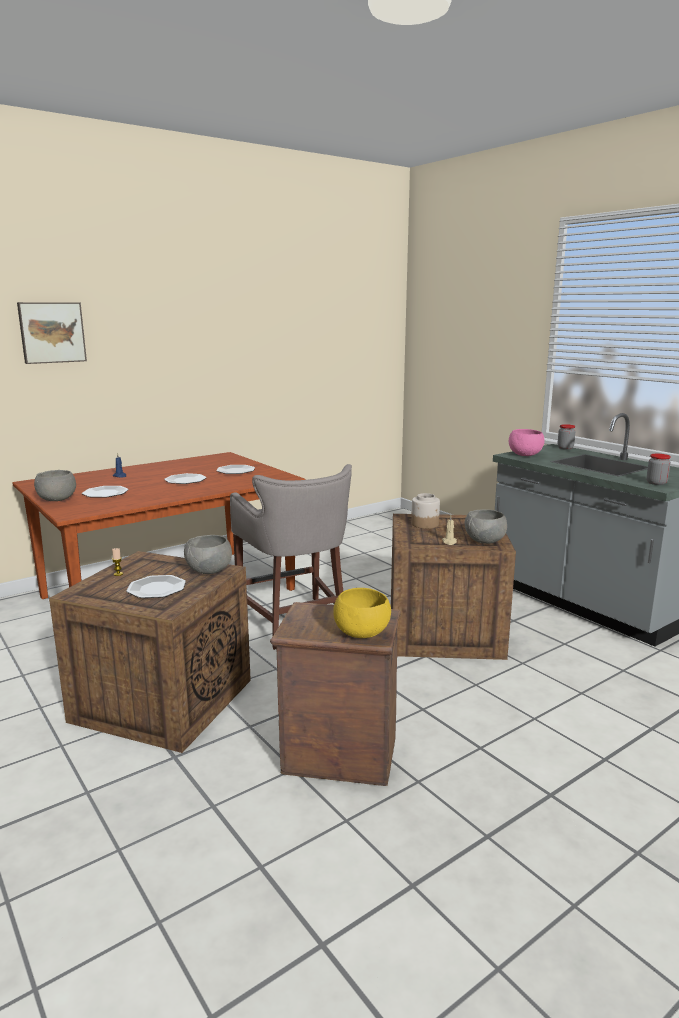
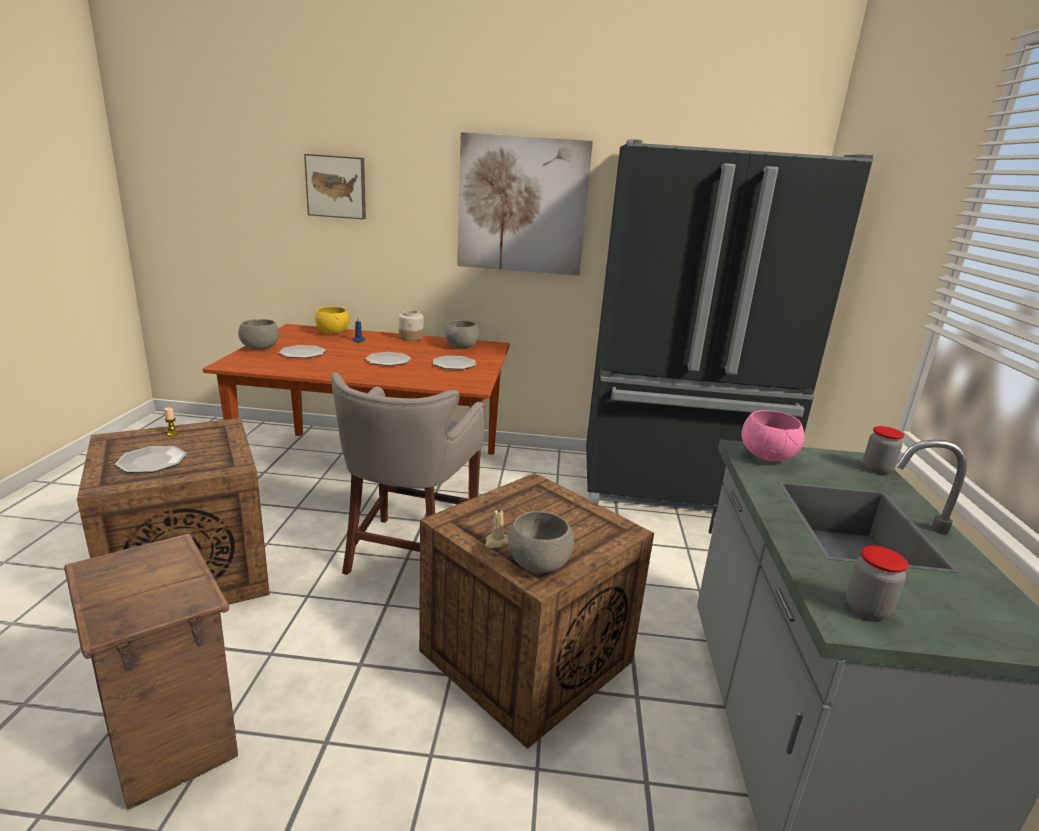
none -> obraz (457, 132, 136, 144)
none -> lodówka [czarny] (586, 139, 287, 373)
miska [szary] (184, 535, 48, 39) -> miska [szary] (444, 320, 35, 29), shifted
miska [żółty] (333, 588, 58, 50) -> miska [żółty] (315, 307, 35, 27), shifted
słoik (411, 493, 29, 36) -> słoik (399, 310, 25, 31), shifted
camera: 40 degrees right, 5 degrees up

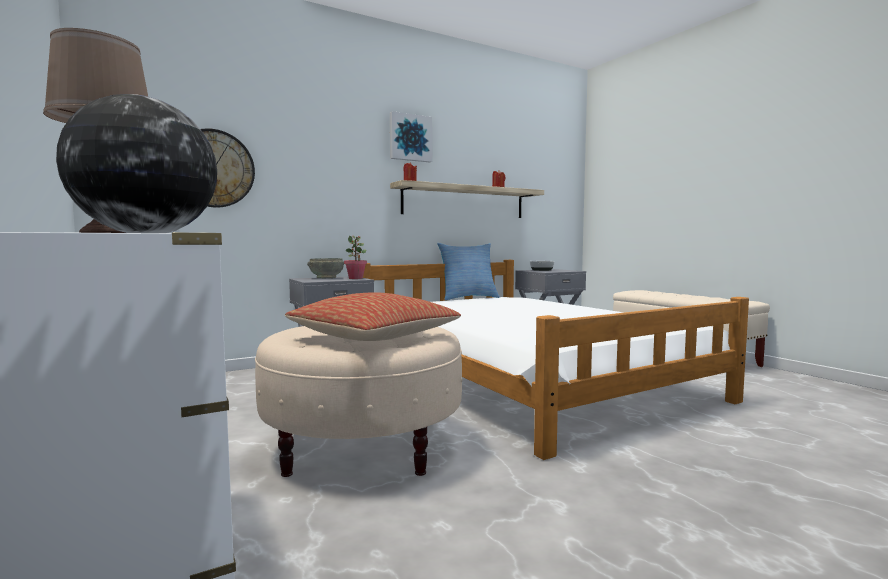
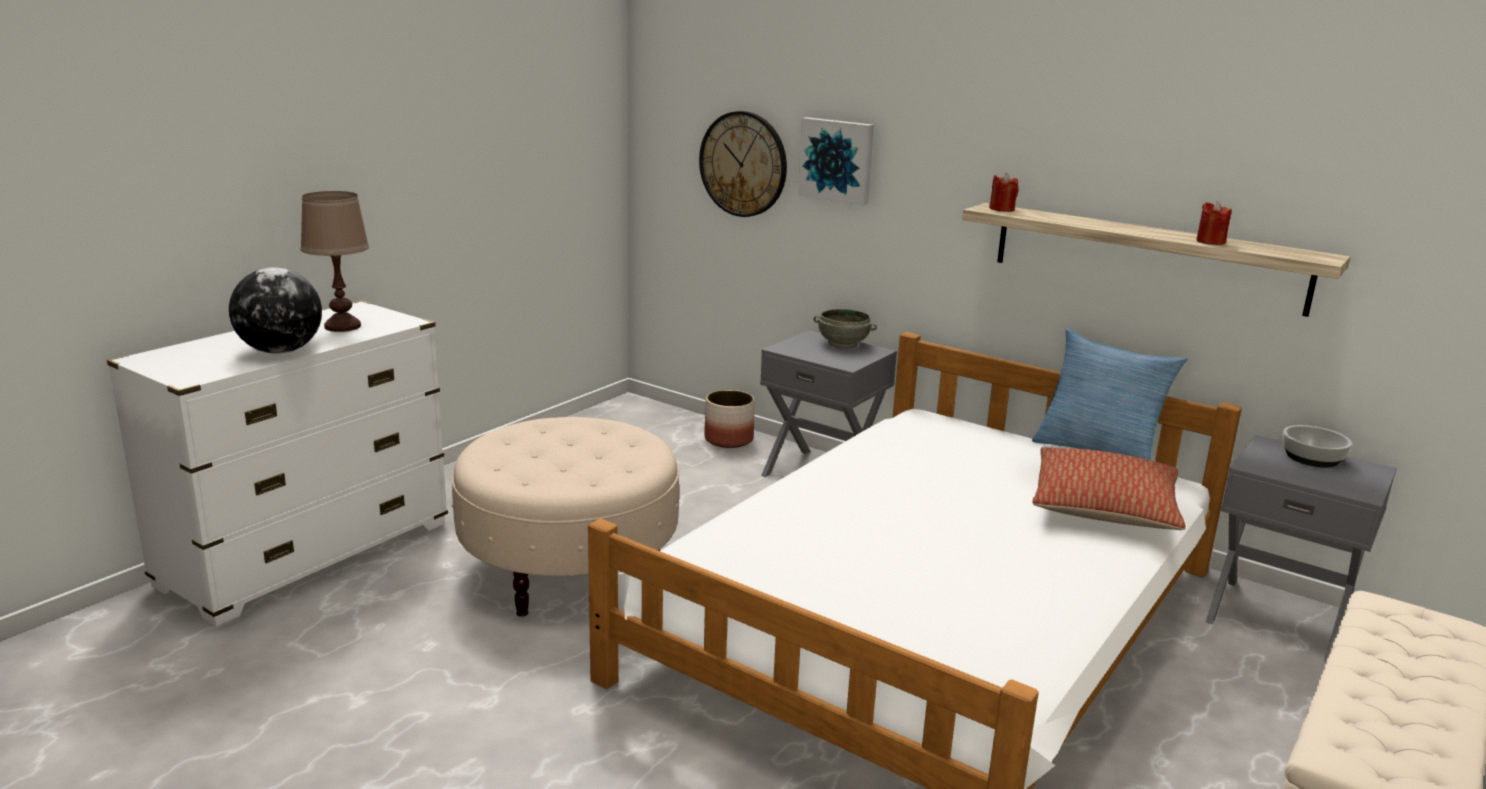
roślina doniczkowa (344, 235, 23, 44) -> none
none -> donica (704, 390, 51, 58)
poduszka (285, 292, 176, 49) -> poduszka (1032, 447, 154, 83), shifted
obraz (390, 111, 42, 51) -> obraz (798, 117, 76, 88), shifted
camera: 65 degrees right, 15 degrees up

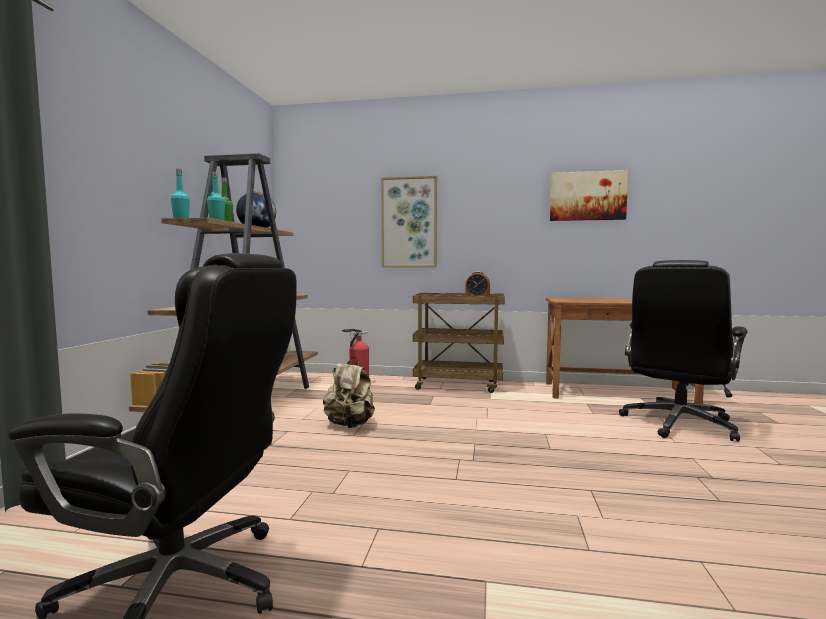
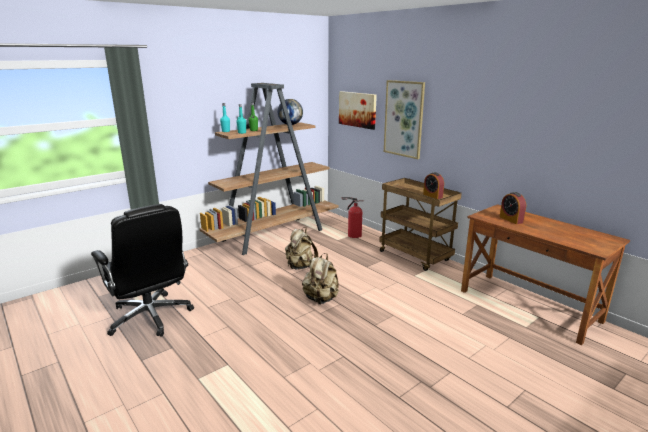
krzesło biurowe [czarny] (619, 260, 129, 182) -> none
none -> plecak [beżowy] (302, 253, 37, 51)
none -> budzik (500, 192, 26, 32)
obraz (550, 170, 78, 51) -> obraz (339, 91, 38, 39), shifted
camera: 40 degrees right, 15 degrees up

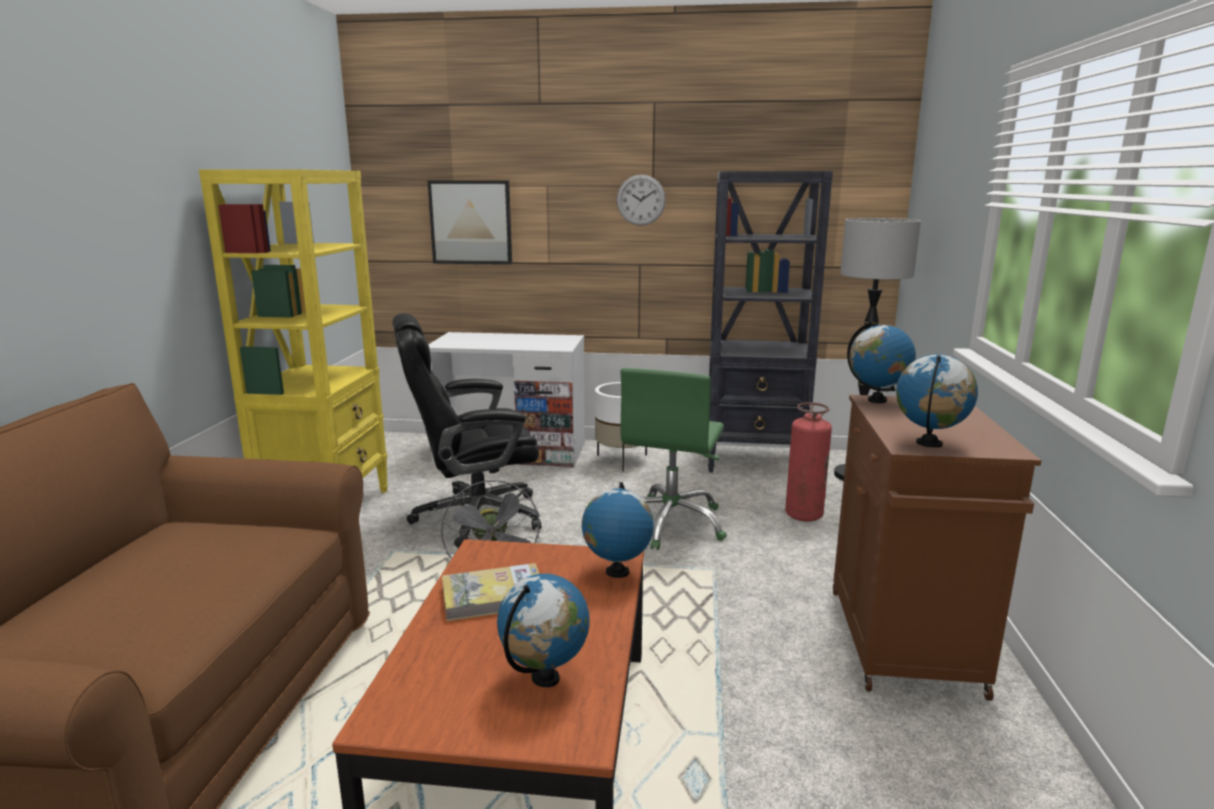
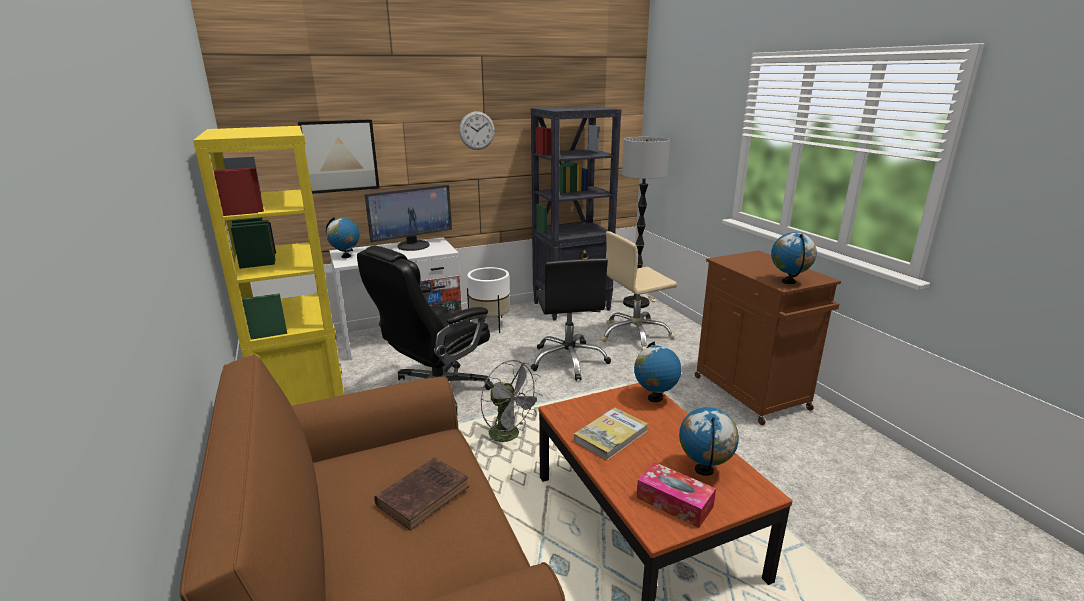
none -> monitor (365, 184, 87, 67)
none -> książka [brązowy] (374, 457, 95, 74)
none -> pudełko chusteczek (636, 462, 80, 66)
globus (847, 321, 69, 82) -> globus (326, 217, 34, 41), shifted
gaśnica (785, 402, 47, 120) -> krzesło biurowe [beżowy] (601, 231, 76, 120)
krzesło biurowe [zielony] (621, 368, 106, 182) -> krzesło biurowe [czarny] (531, 258, 80, 123)
camera: 30 degrees left, 5 degrees up

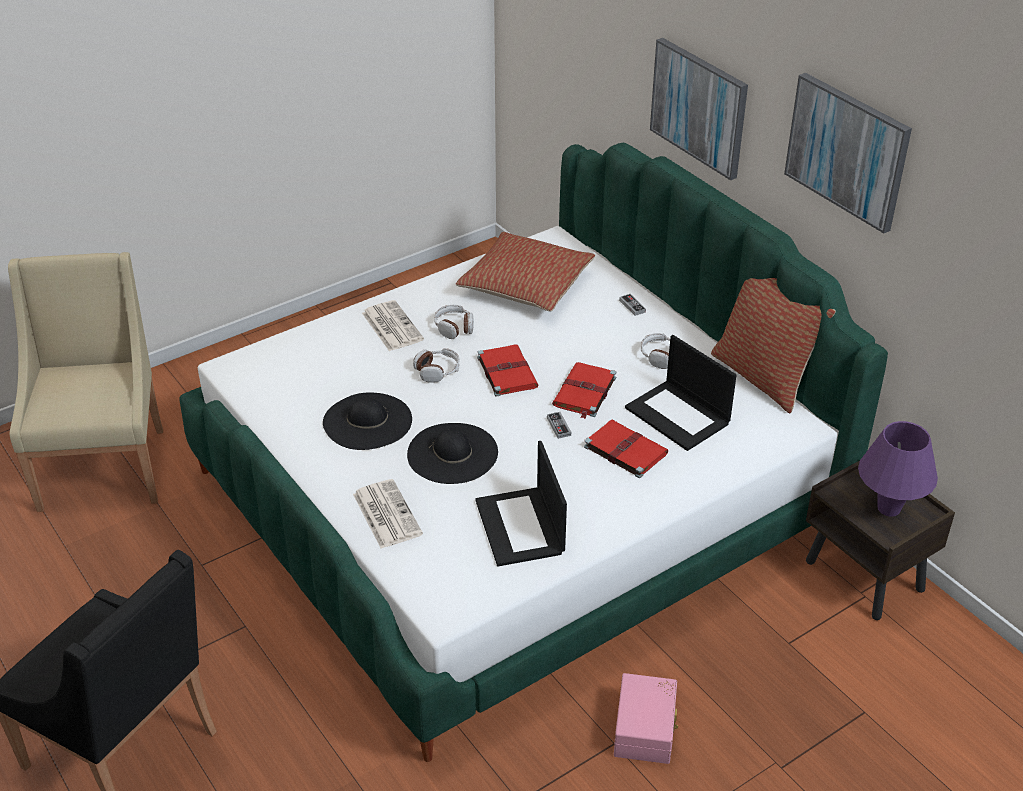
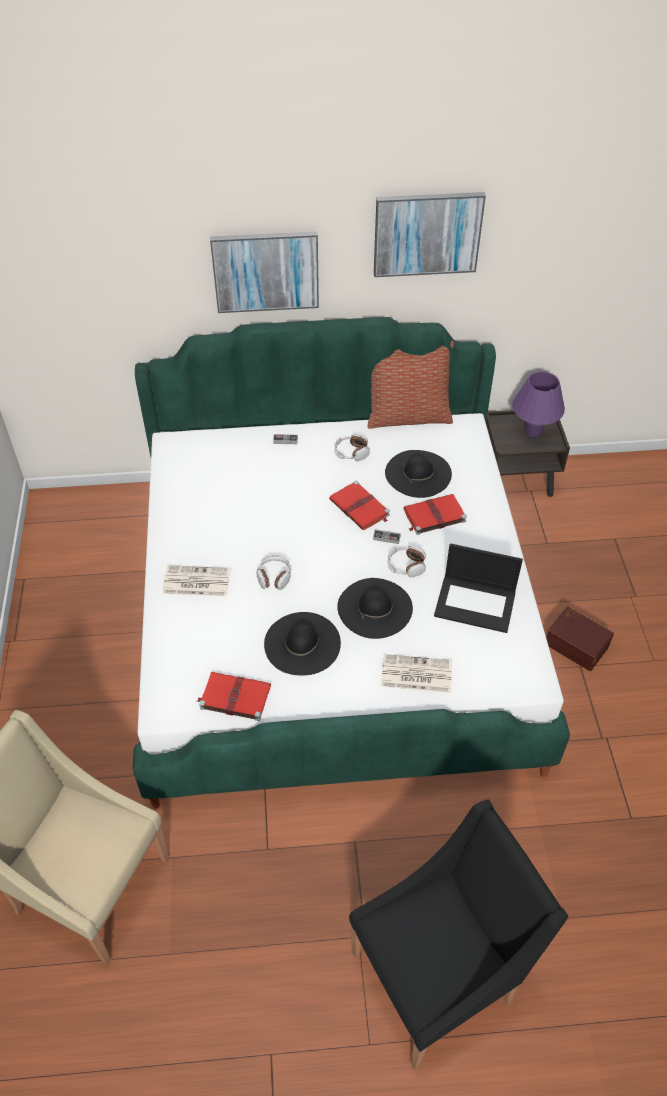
poduszka (456, 232, 139, 80) -> none
słuchawki (434, 305, 40, 34) -> słuchawki (387, 545, 39, 32), shifted
książka [czerwony] (477, 345, 61, 52) -> książka [czerwony] (197, 672, 74, 49), shifted
laptop (625, 335, 112, 116) -> kapelusz [czarny] (385, 450, 67, 48)
pojemnik do przechowywania [różowy] (614, 673, 64, 91) -> pojemnik do przechowywania [brązowy] (546, 606, 68, 65)
camera: 60 degrees left, 10 degrees up

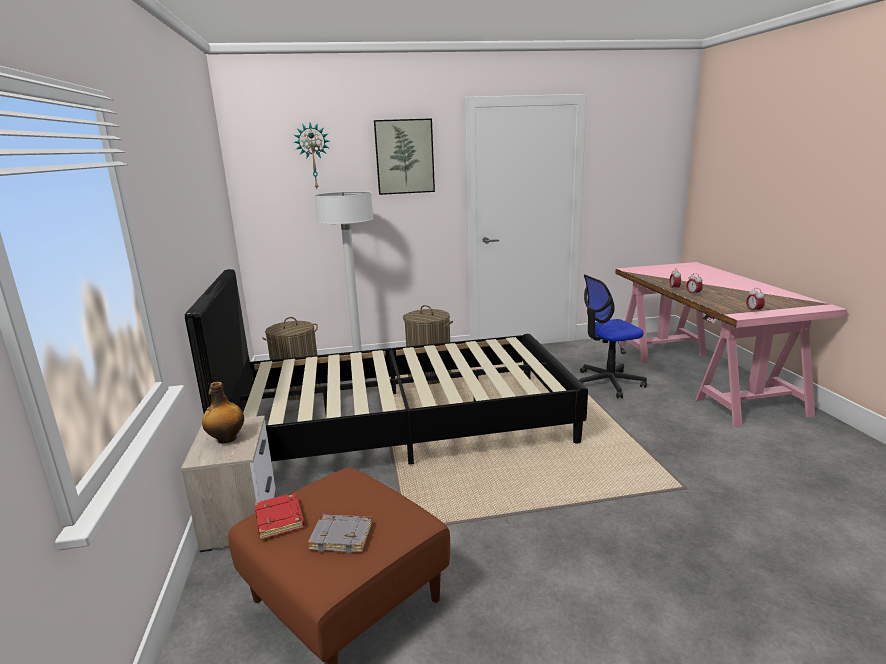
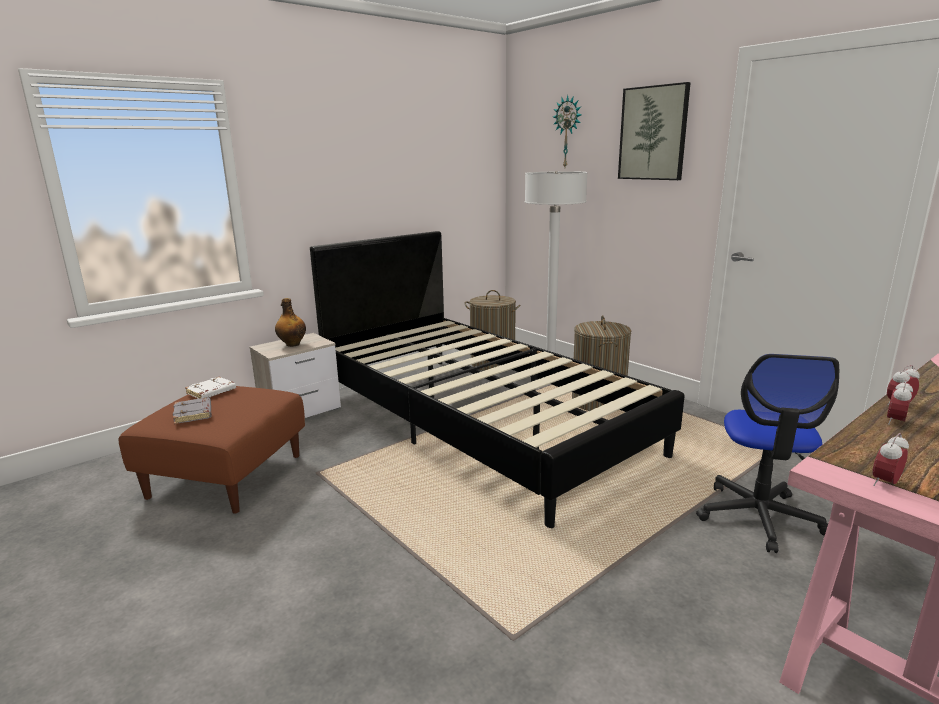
książka [czerwony] (255, 493, 50, 47) -> książka [biały] (185, 377, 51, 22)
krzesło biurowe (579, 275, 68, 123) -> krzesło biurowe (696, 354, 143, 199), 120 degrees counterclockwise
camera: 60 degrees right, 0 degrees up

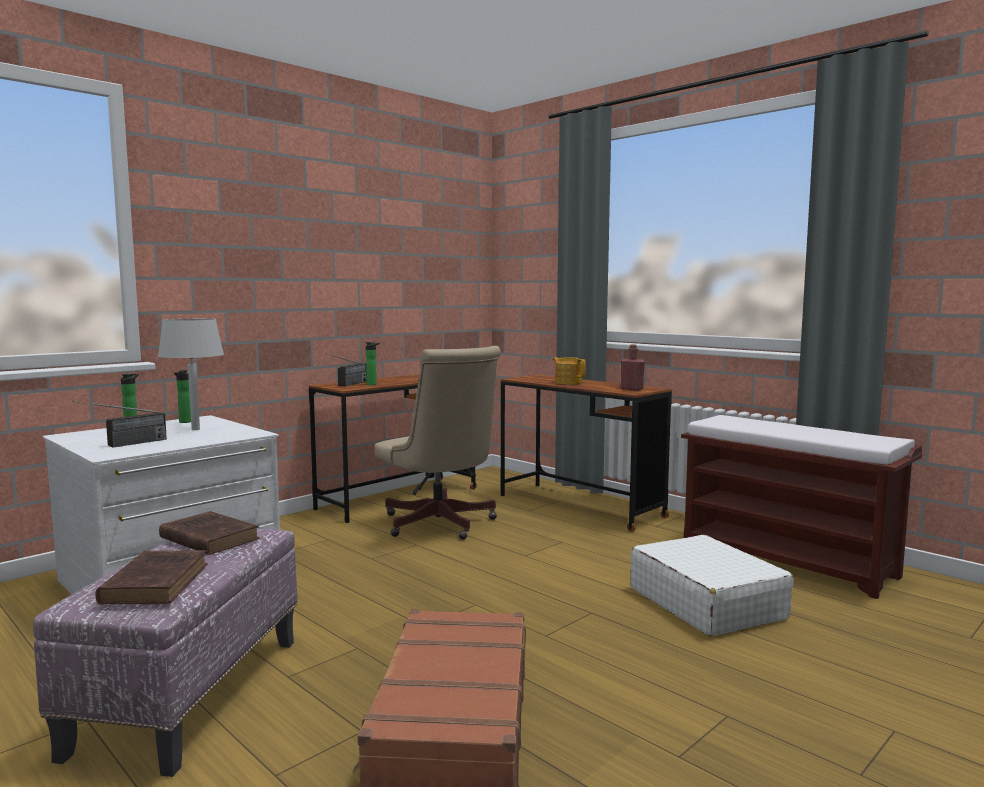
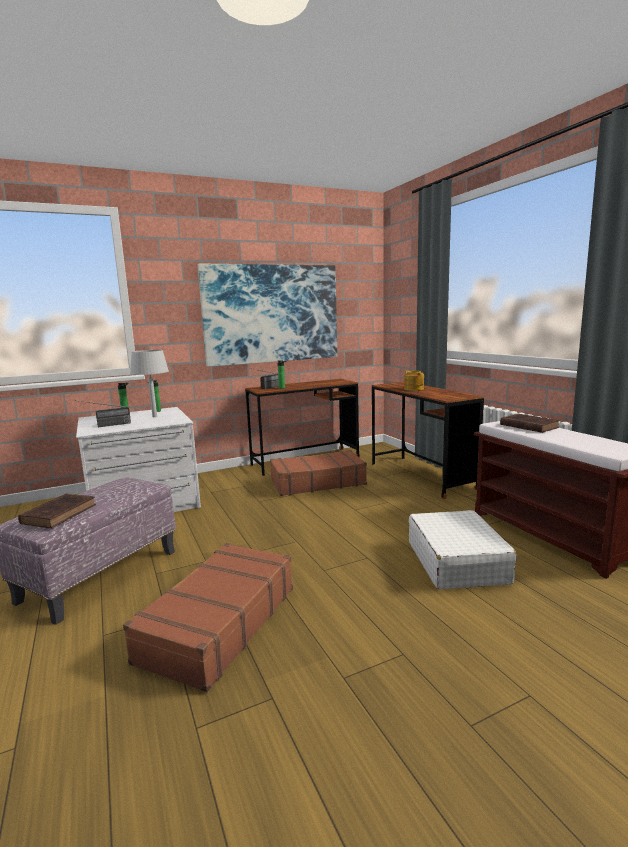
butelka [czerwony] (621, 344, 24, 47) -> none
none -> obraz (197, 264, 140, 103)
książka [brązowy] (159, 511, 100, 44) -> książka [brązowy] (500, 414, 60, 19), shifted
krzesło biurowe [beżowy] (374, 346, 127, 194) -> walizka [brązowy] (270, 450, 97, 46)
camera: 20 degrees right, 5 degrees up

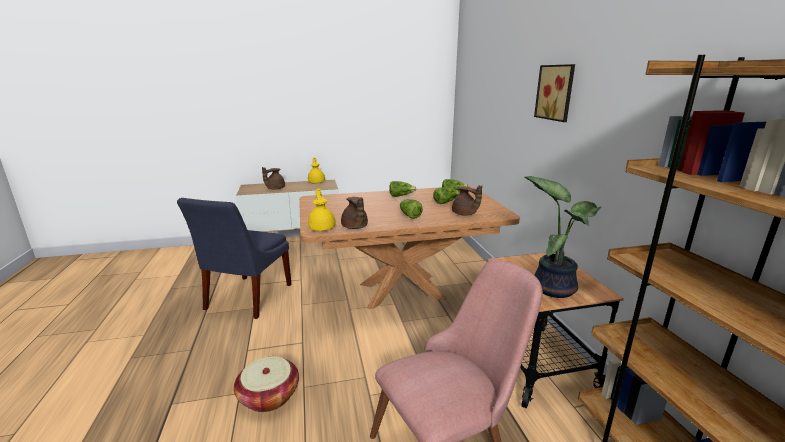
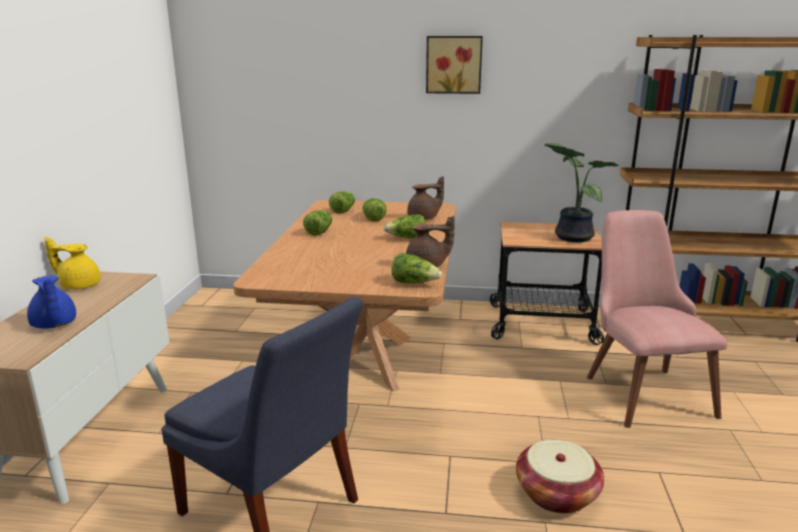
imbryk [żółty] (308, 188, 28, 43) -> sałata (391, 253, 51, 30)
imbryk [brązowy] (262, 167, 23, 22) -> imbryk [niebieski] (27, 276, 49, 53)
camera: 70 degrees left, 0 degrees up

